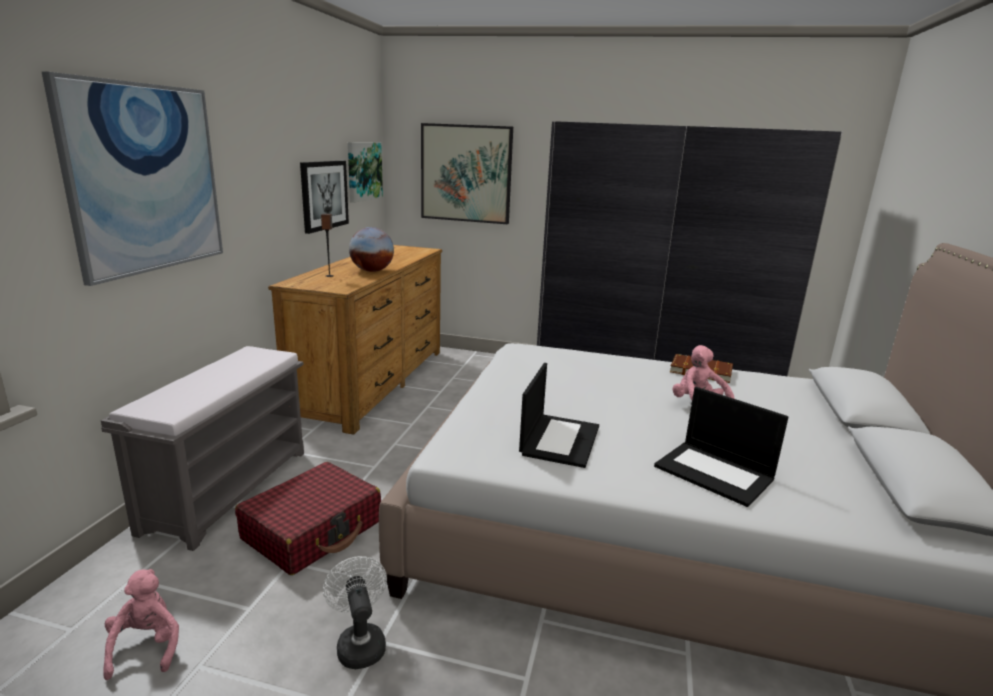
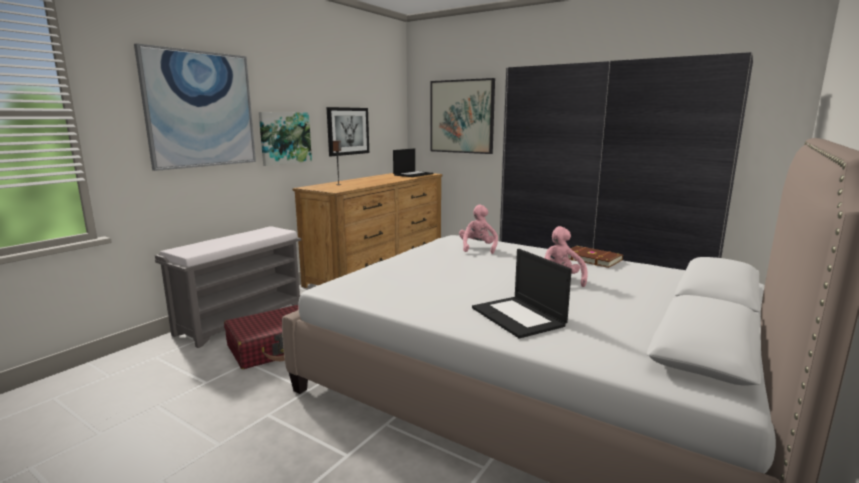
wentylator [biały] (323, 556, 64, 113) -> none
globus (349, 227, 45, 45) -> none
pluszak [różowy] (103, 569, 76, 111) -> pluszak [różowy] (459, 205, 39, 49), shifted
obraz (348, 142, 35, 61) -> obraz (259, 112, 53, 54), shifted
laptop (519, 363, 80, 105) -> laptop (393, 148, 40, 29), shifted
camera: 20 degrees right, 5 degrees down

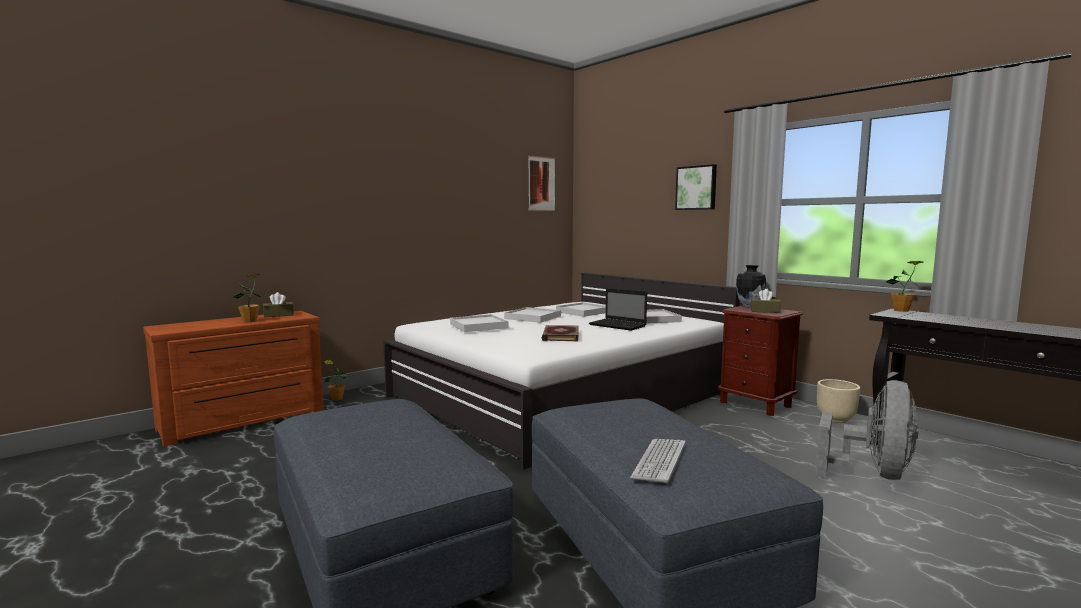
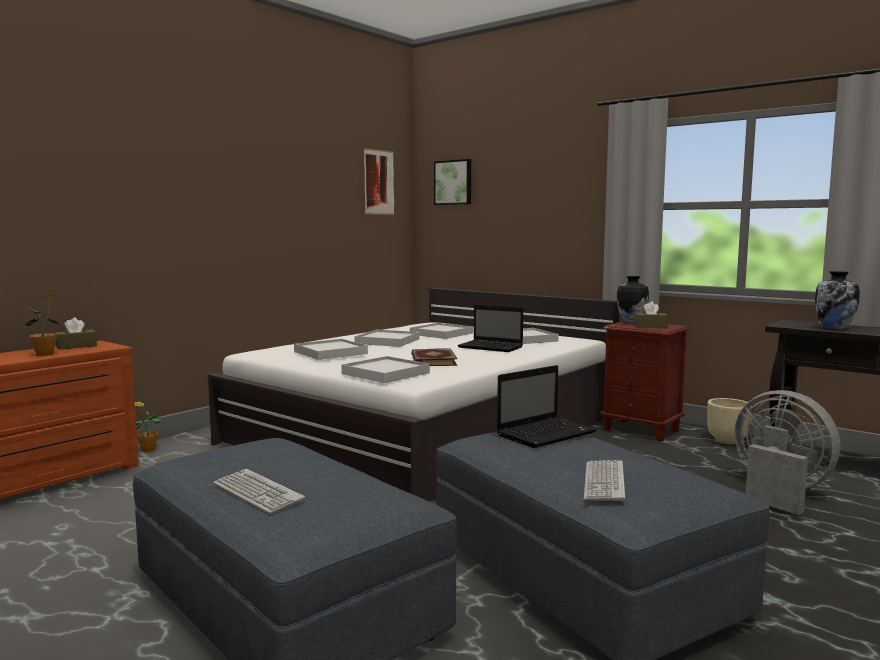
roślina doniczkowa (886, 261, 37, 51) -> none
none -> klawiatura (214, 469, 91, 45)
none -> taca [biały] (341, 356, 89, 27)
none -> laptop (497, 365, 100, 83)
none -> wazon (815, 271, 45, 59)
obraz (675, 164, 42, 46) -> obraz (434, 159, 37, 46), shifted
wentylator [szary] (815, 380, 104, 100) -> wentylator [szary] (734, 390, 106, 125), 60 degrees counterclockwise
camera: 10 degrees left, 0 degrees up

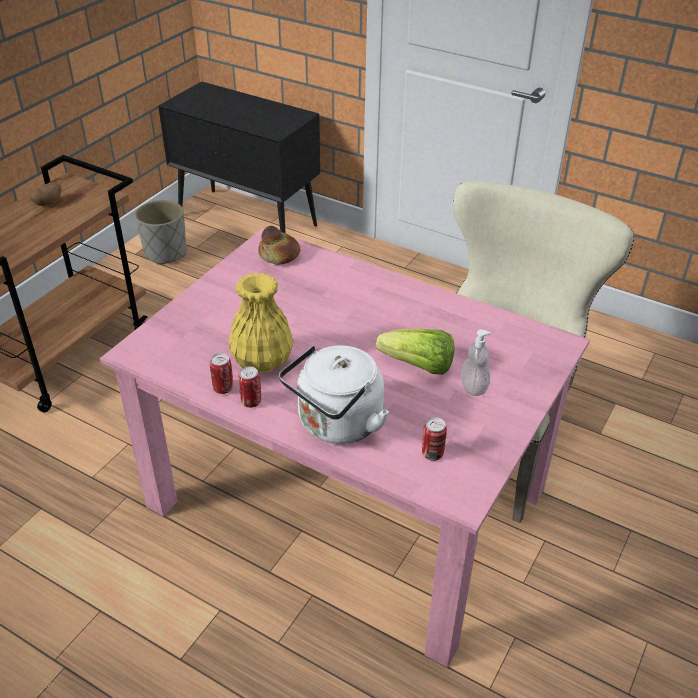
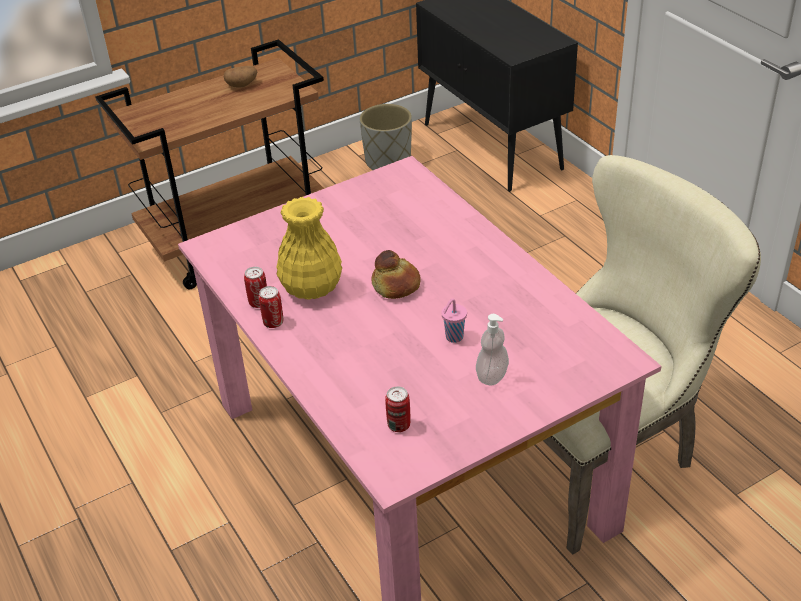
czajnik [biały] (279, 345, 110, 99) -> none
chleb (258, 226, 42, 39) -> chleb (372, 250, 49, 49), shifted
sałata (376, 329, 79, 46) -> filiżanka [różowy] (441, 299, 26, 44)
camera: 30 degrees right, 0 degrees up

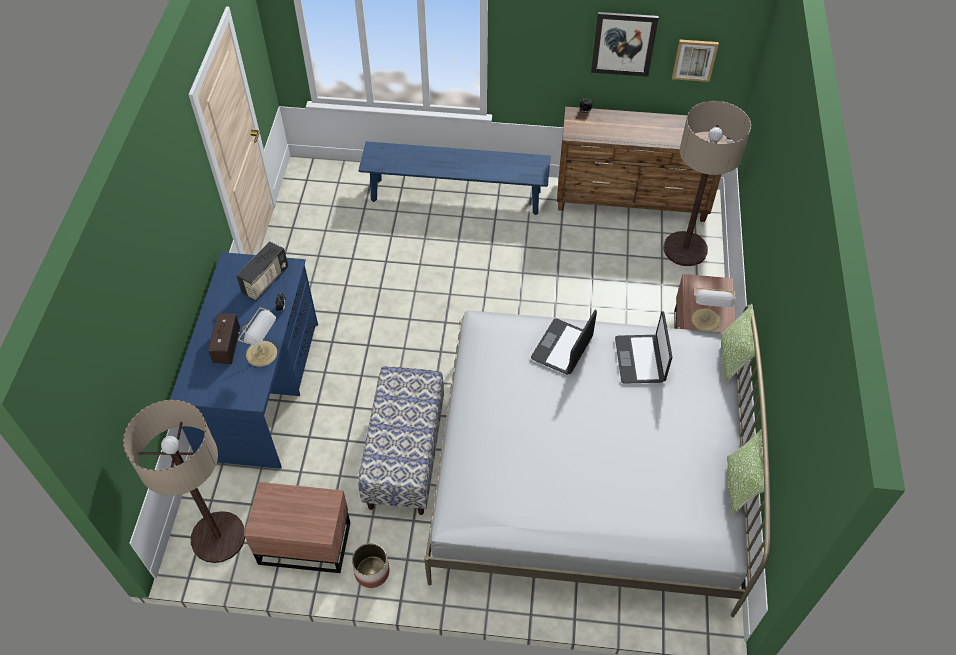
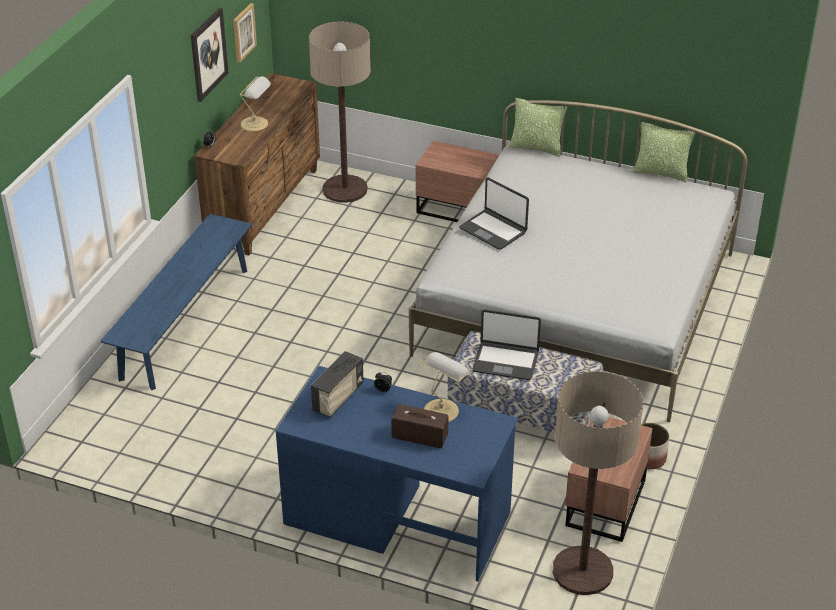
laptop (615, 311, 58, 73) -> laptop (472, 309, 69, 71), shifted
lampa stołowa (692, 287, 44, 44) -> lampa stołowa (240, 76, 31, 55), shifted
radio (236, 241, 52, 59) -> radio (311, 351, 52, 67), 75 degrees clockwise
camera: 75 degrees left, 15 degrees down

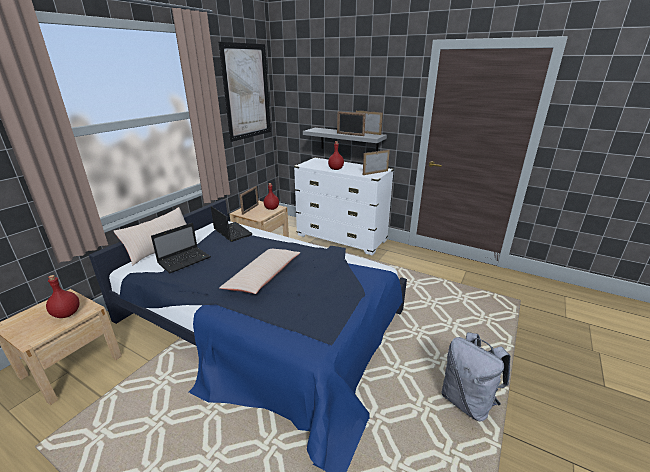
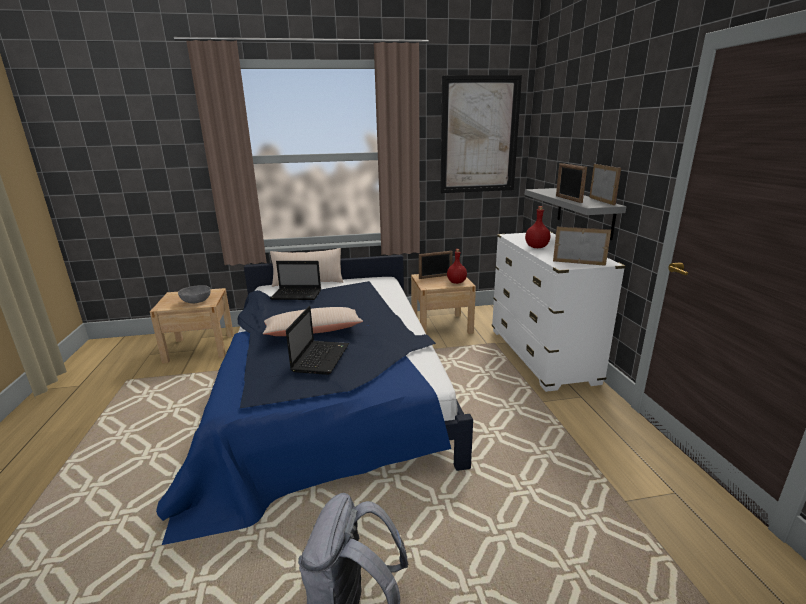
laptop (211, 206, 42, 36) -> laptop (286, 306, 63, 69), shifted
butelka [czerwony] (46, 275, 34, 43) -> miska [szary] (178, 285, 33, 18)
camera: 50 degrees right, 5 degrees down

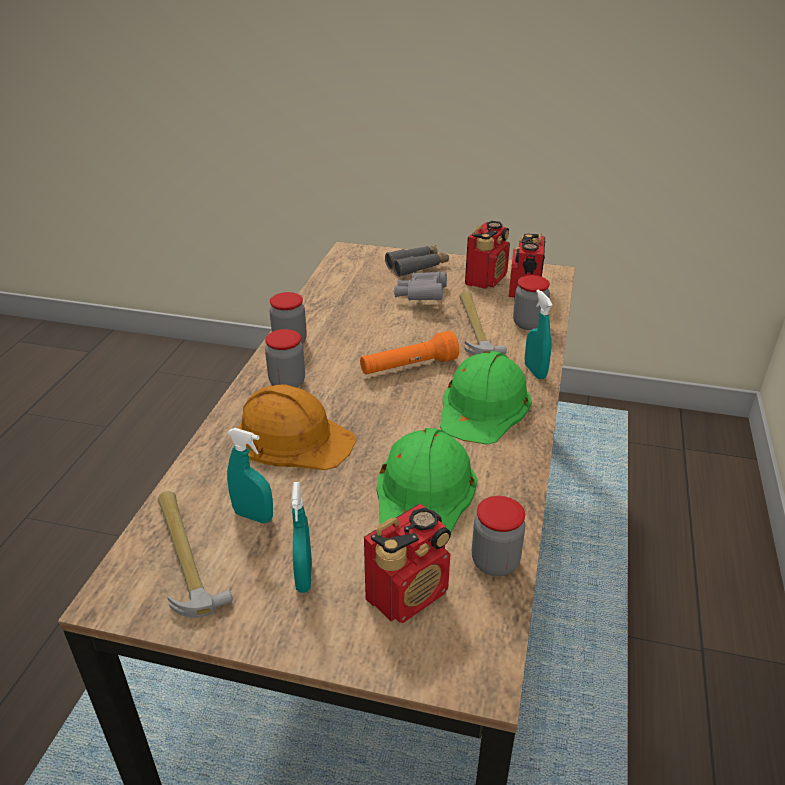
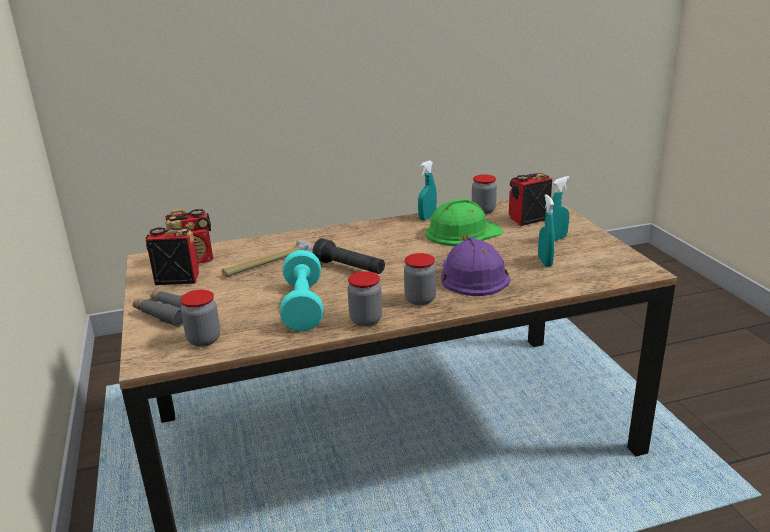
młotek (157, 491, 76, 127) -> none
lornetka [szary] (394, 272, 53, 28) -> none
kask [zielony] (440, 351, 92, 94) -> none
none -> hantel [turkusowy] (280, 250, 43, 82)
słoik (513, 275, 37, 55) -> słoik (180, 290, 40, 57), shifted
spryskiwacz [turkusowy] (525, 289, 28, 90) -> spryskiwacz [turkusowy] (418, 160, 19, 61), shifted
kask [pomarańczowy] (238, 384, 119, 86) -> kask [fioletowy] (441, 237, 69, 59)
latarka [pomarańczowy] (360, 331, 99, 44) -> latarka [czarny] (312, 238, 73, 36)
radio (364, 504, 87, 119) -> radio (509, 173, 43, 53), 45 degrees counterclockwise
camera: 120 degrees left, 10 degrees down

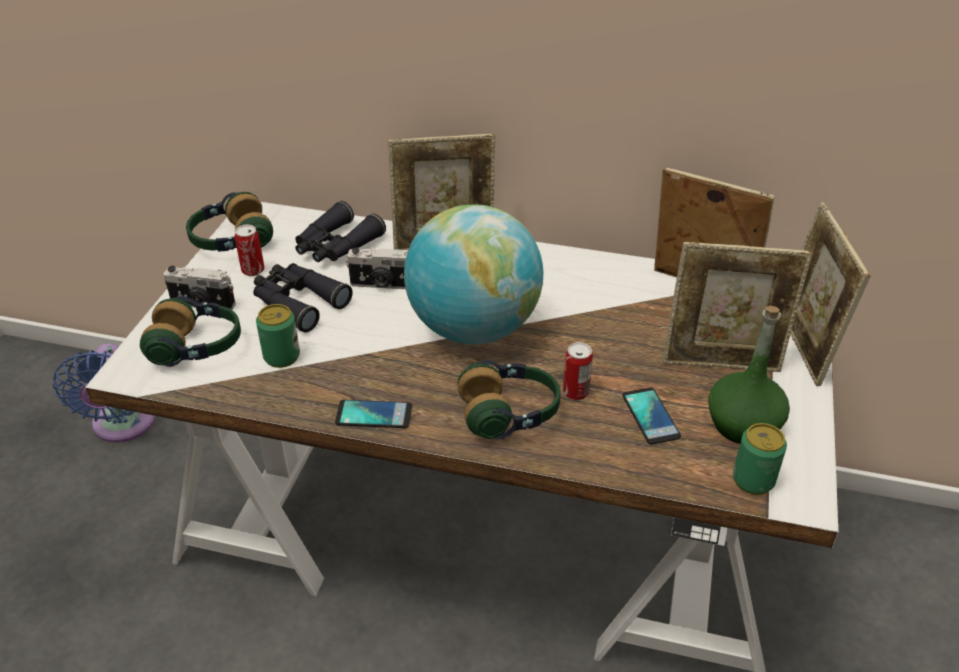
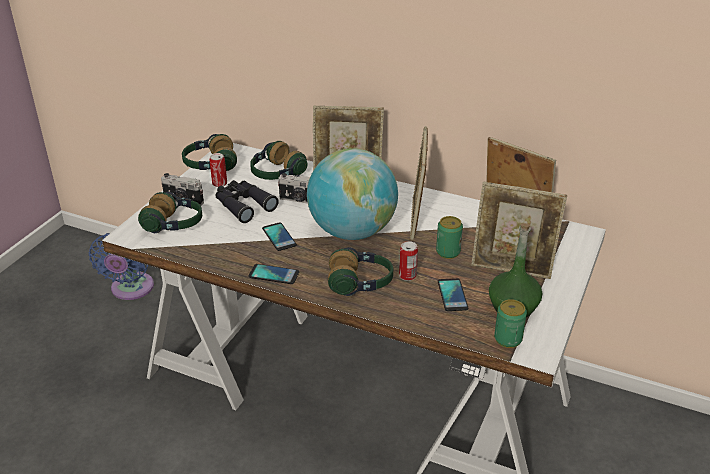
none -> telefon (262, 222, 35, 29)
puszka (256, 304, 44, 64) -> puszka (436, 216, 27, 43), shifted
ramka na zdjęcie (791, 202, 79, 184) -> ramka na zdjęcie (410, 126, 18, 114), shifted
lornetka [czarny] (295, 201, 91, 61) -> słuchawki (250, 141, 58, 39)
camera: 10 degrees right, 5 degrees down

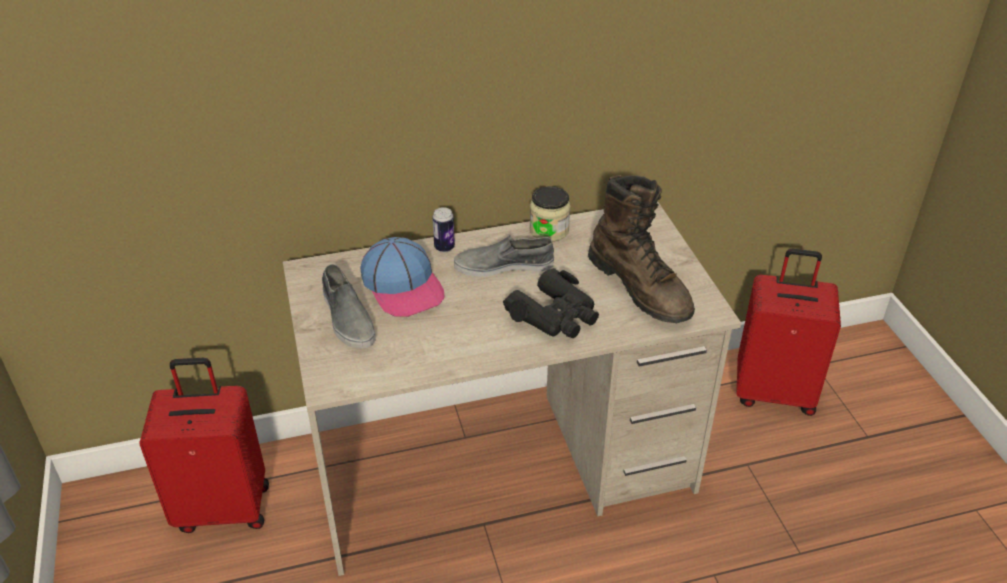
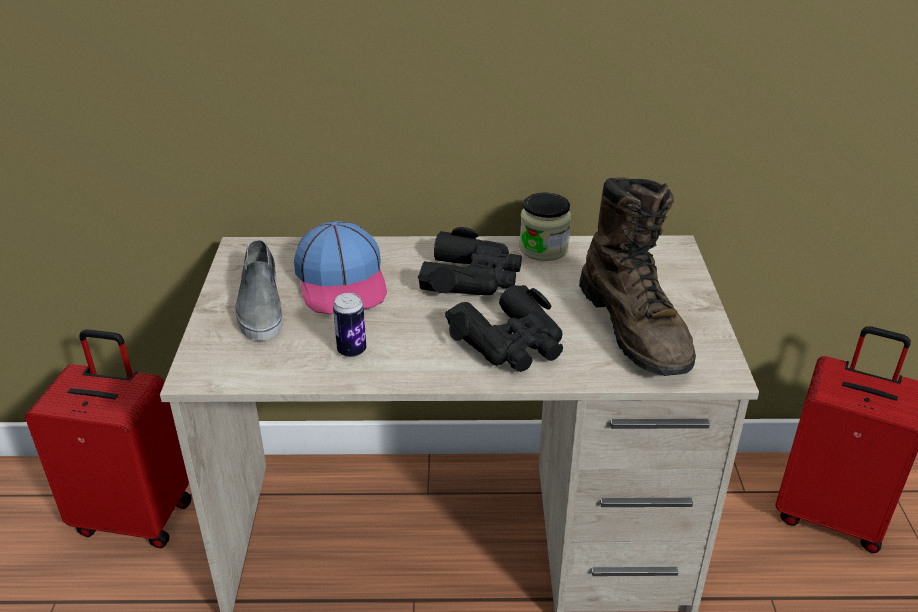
puszka (433, 207, 22, 45) -> puszka (333, 293, 33, 65), shifted
but [szary] (454, 235, 100, 42) -> lornetka [czarny] (418, 227, 104, 68)
camera: 15 degrees right, 5 degrees down

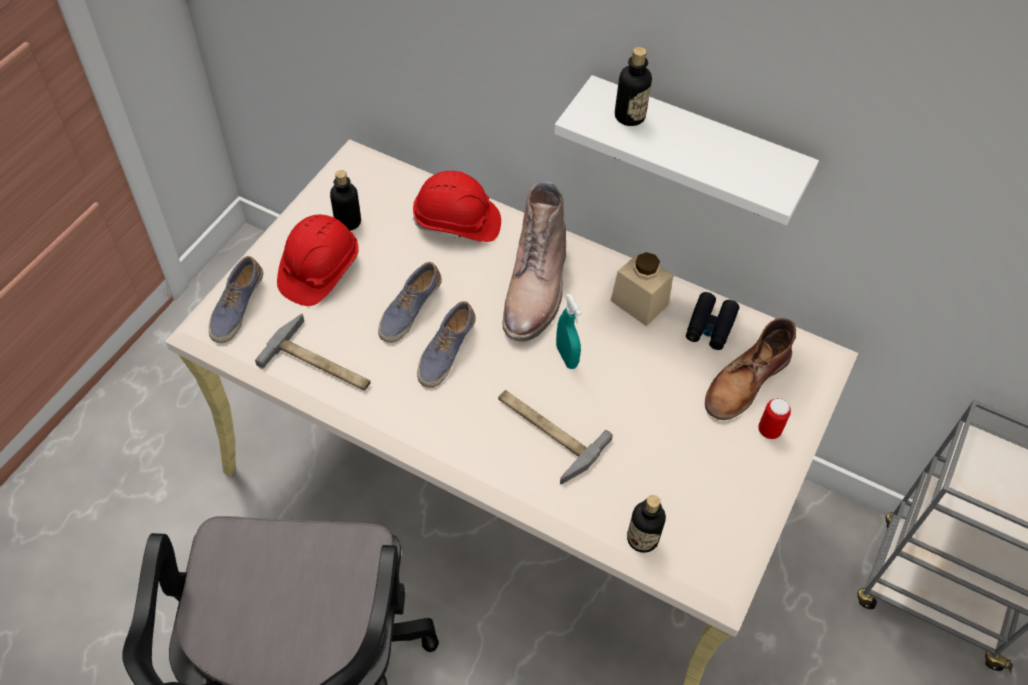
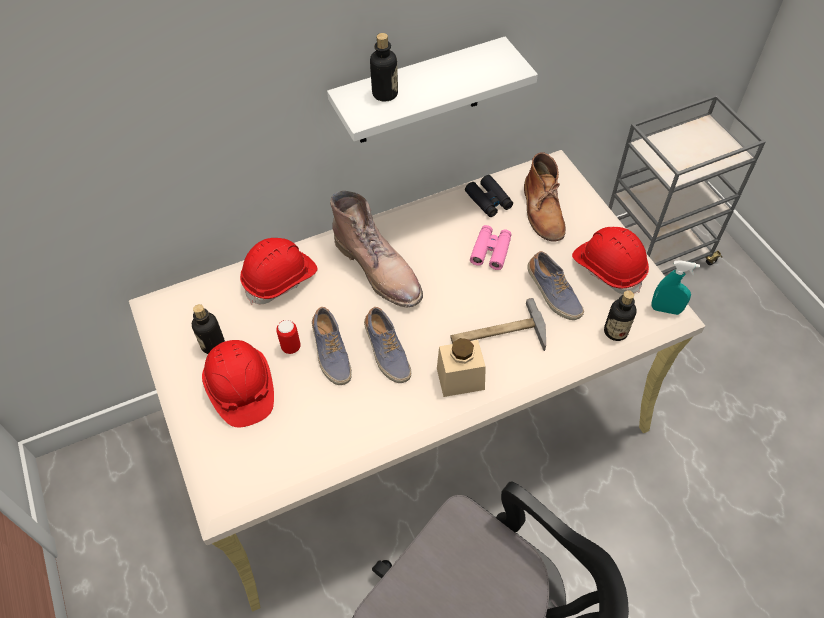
młotek (255, 314, 116, 77) -> none
none -> lornetka [różowy] (470, 225, 42, 45)
none -> kask [czerwony] (572, 227, 77, 67)
but (209, 256, 54, 87) -> but (527, 251, 57, 69), shifted
spryskiwacz [turkusowy] (556, 294, 25, 75) -> spryskiwacz [turkusowy] (651, 260, 49, 55), shifted
słoik [beżowy] (611, 252, 62, 74) -> słoik [beżowy] (437, 338, 49, 59), shifted
puszka (758, 398, 33, 41) -> puszka (276, 320, 25, 34), shifted
camera: 50 degrees left, 0 degrees up

